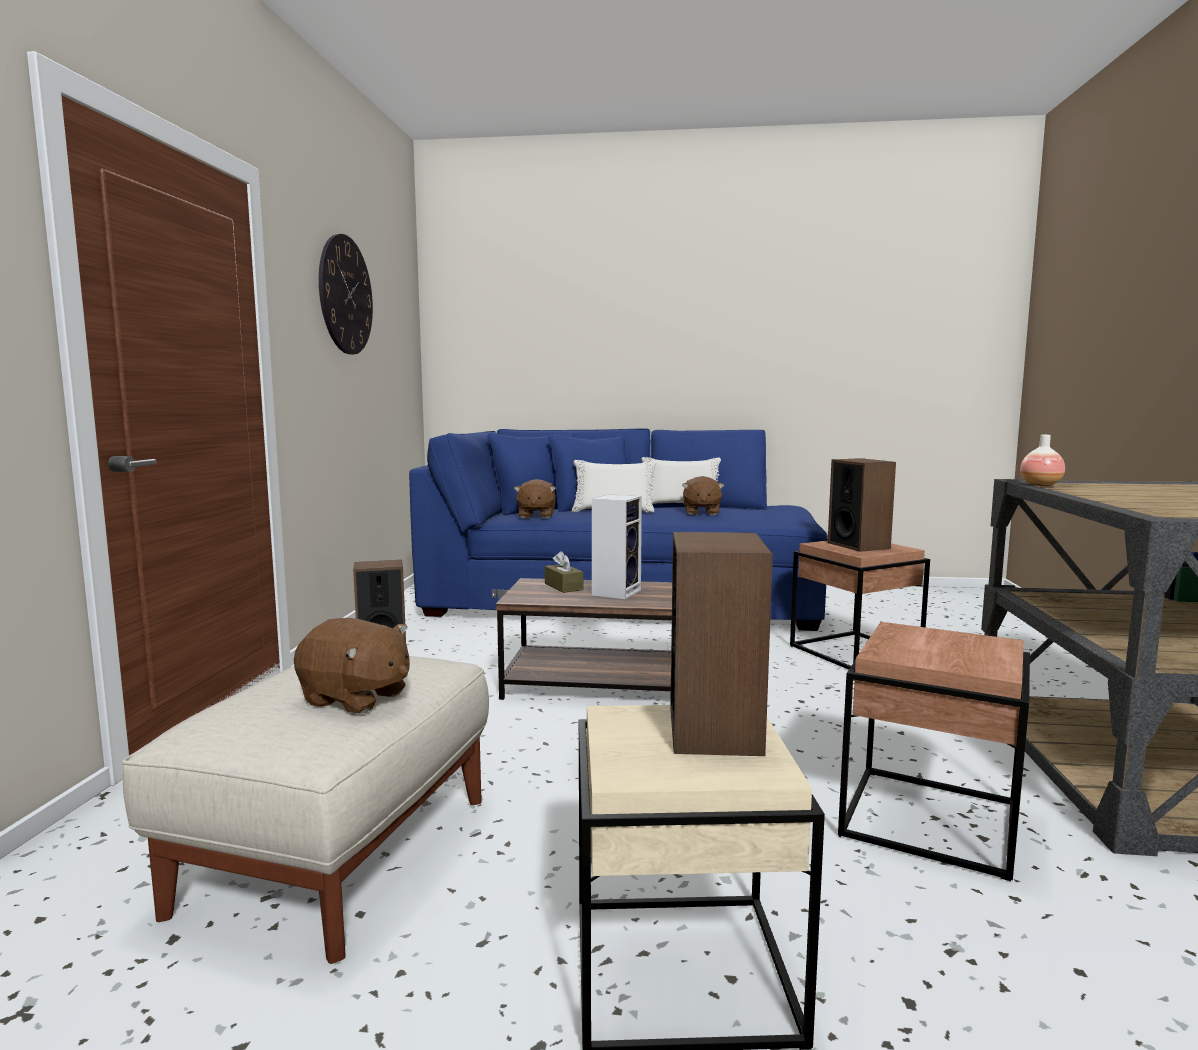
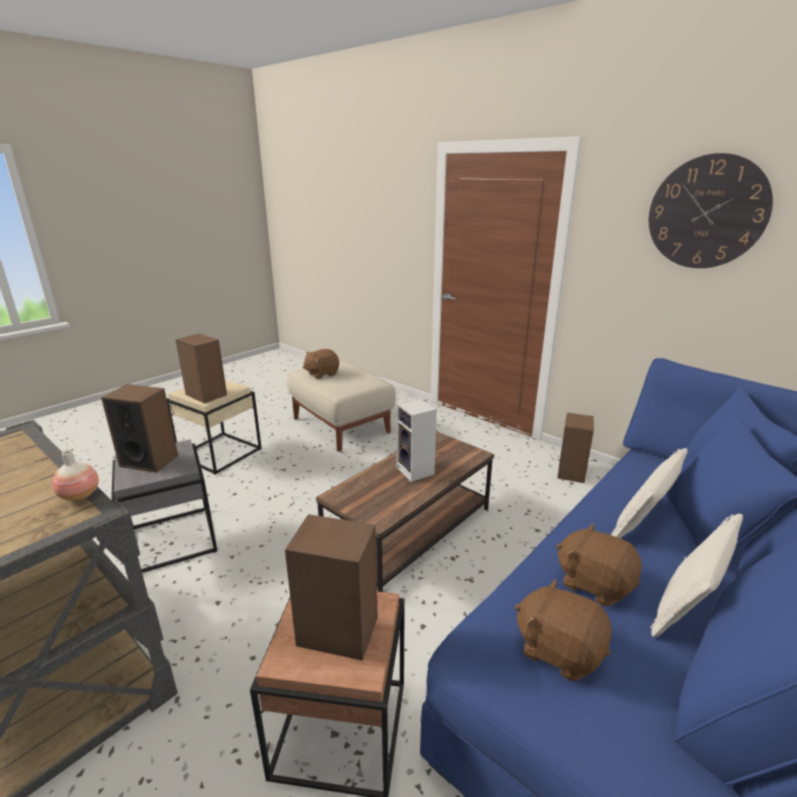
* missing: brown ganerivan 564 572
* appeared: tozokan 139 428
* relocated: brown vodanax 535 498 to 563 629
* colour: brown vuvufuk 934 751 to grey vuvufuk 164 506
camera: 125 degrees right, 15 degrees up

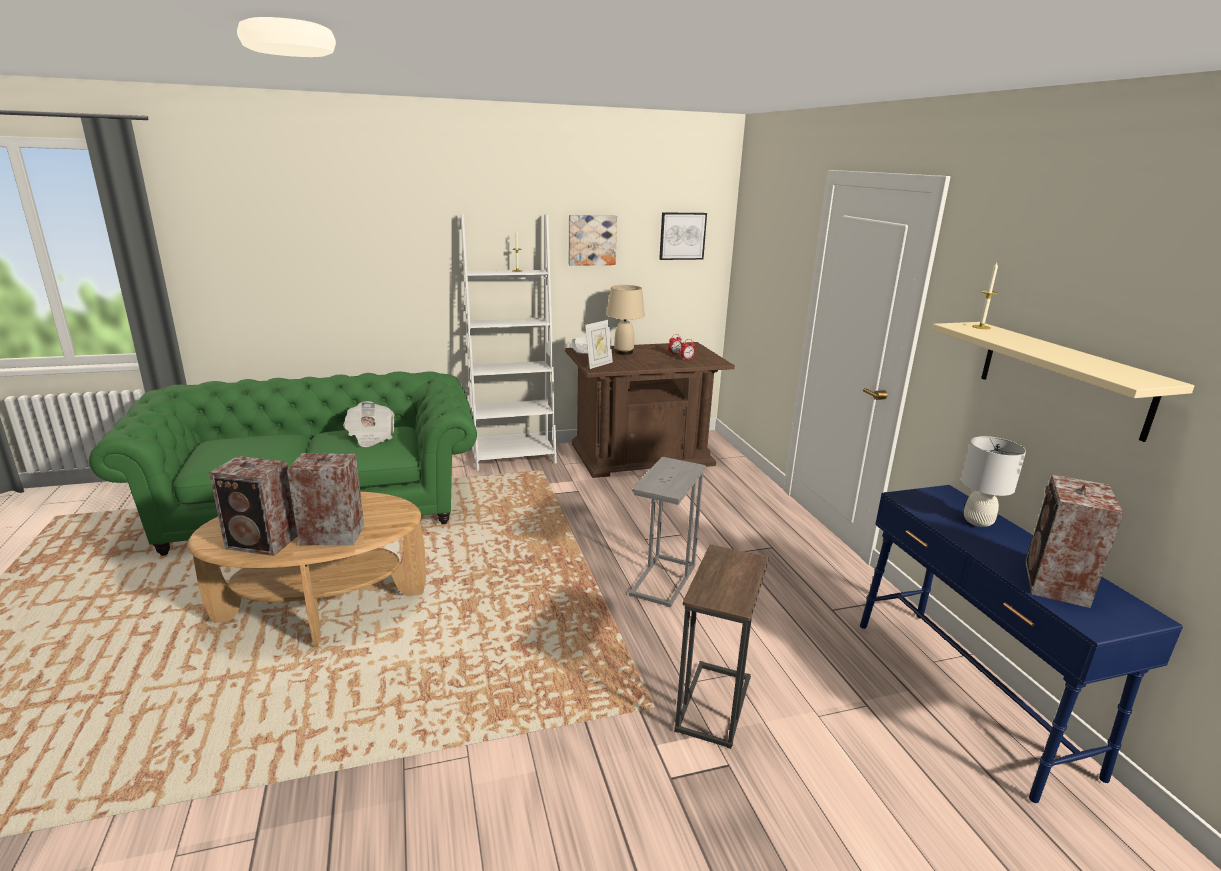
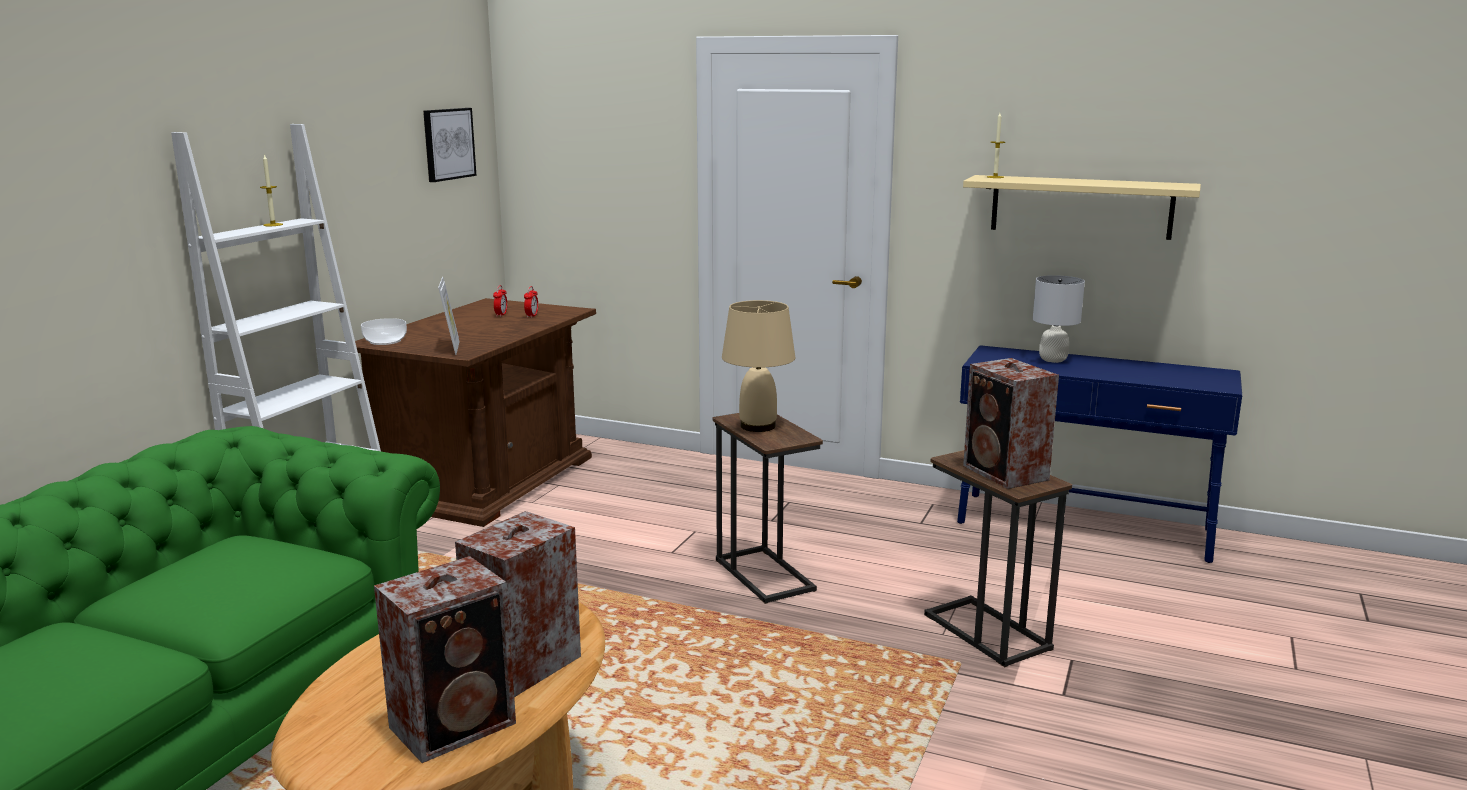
* missing: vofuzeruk 369 424
* missing: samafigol 593 240
* relocated: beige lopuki 625 320 to 758 366
* relocated: tozokan 1074 541 to 1011 423
* colour: grey vuvufuk 667 532 to brown vuvufuk 768 508
camera: 50 degrees left, 5 degrees down

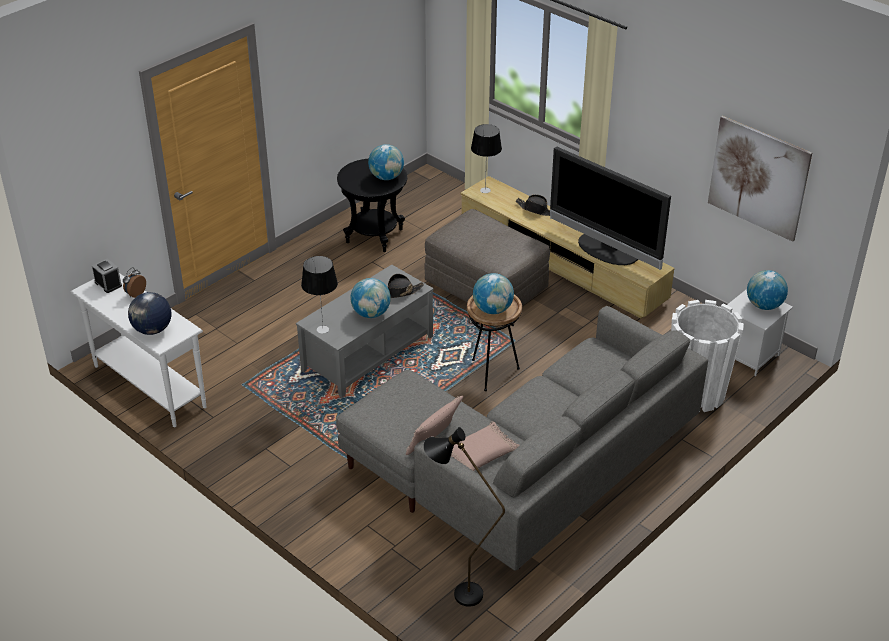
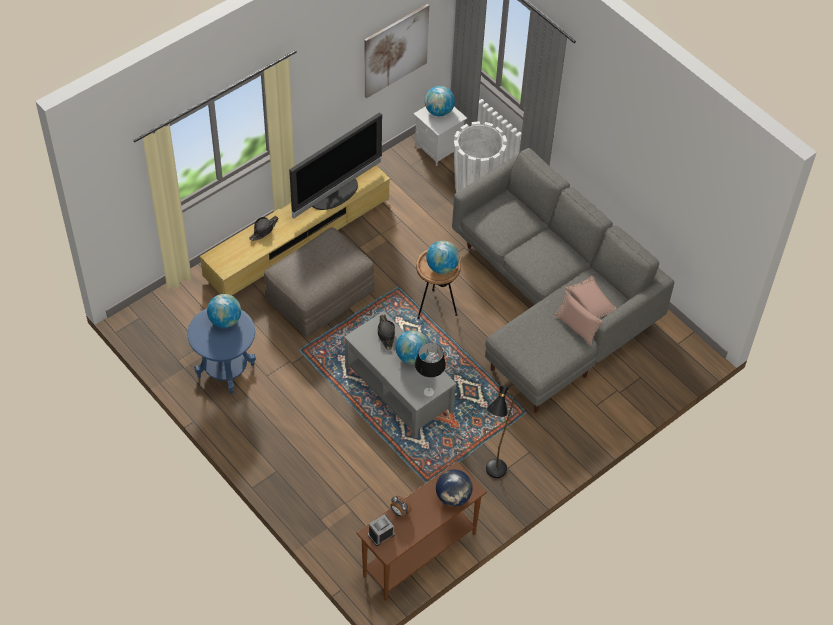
* missing: lopuki 486 158
* relocated: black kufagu 464 517 to 500 431
* colour: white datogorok 139 350 to brown datogorok 421 531
* colour: black vuvufuk 372 205 to blue vuvufuk 221 351
camera: 85 degrees left, 15 degrees up

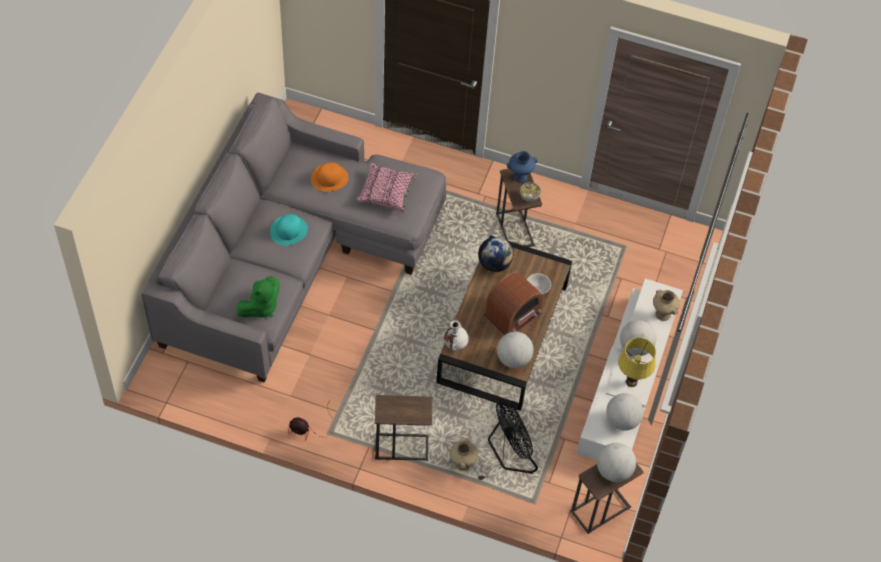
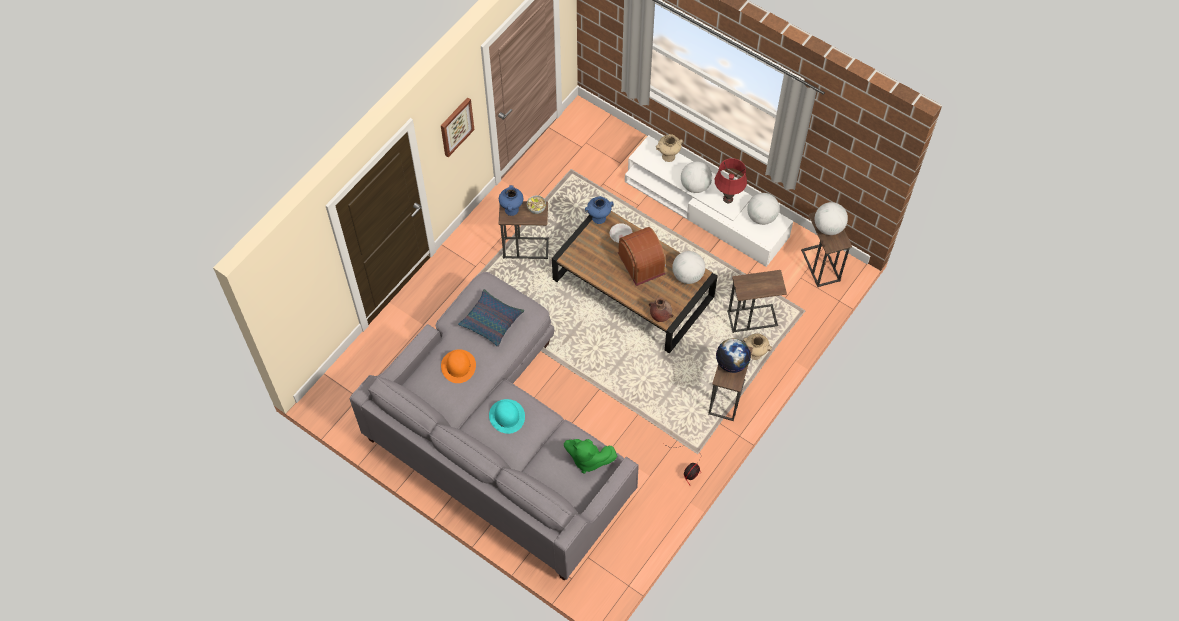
* appeared: samafigol 457 127
* appeared: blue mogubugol 599 210
* relocated: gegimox 495 254 to 733 355
* exchanged: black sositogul 508 439 to brown vuvufuk 757 301
* colour: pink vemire 387 187 to blue vemire 491 318
* colour: white mogubugol 456 335 to brown mogubugol 661 309
* colour: yellow lopuki 637 362 to red lopuki 731 180
* spun: green vodanax 258 297 = 590 456 135 degrees clockwise
camera: 70 degrees left, 5 degrees up

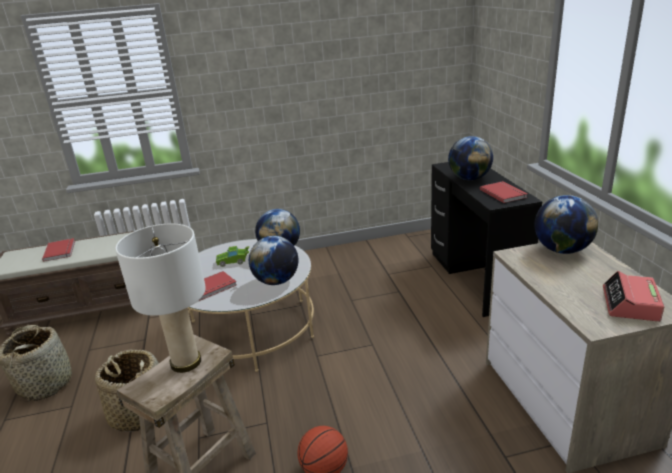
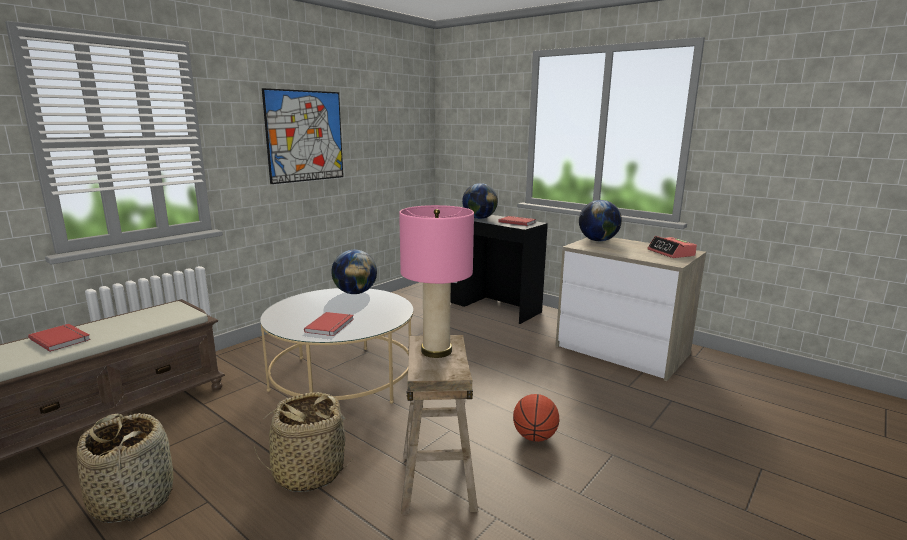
* missing: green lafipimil 232 256
* missing: gegimox 274 260
* appeared: samafigol 302 136
* colour: white lopuki 160 298 to pink lopuki 436 281
camera: 40 degrees left, 10 degrees down

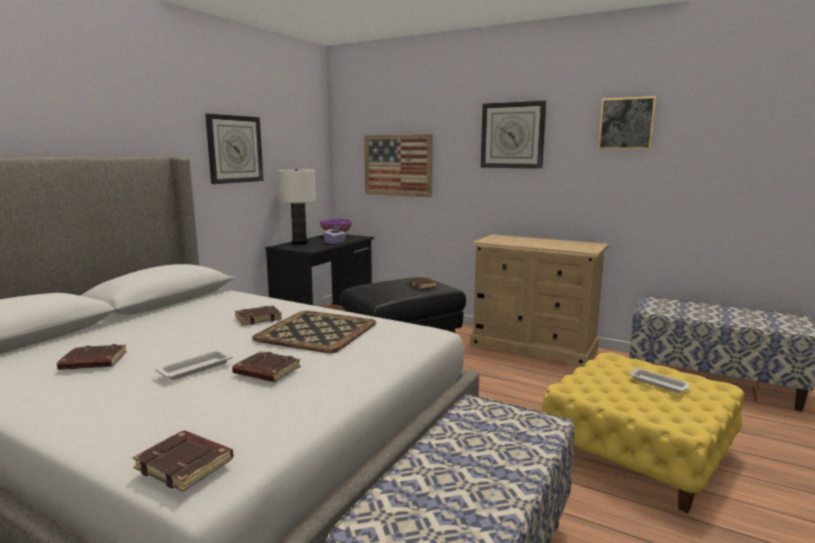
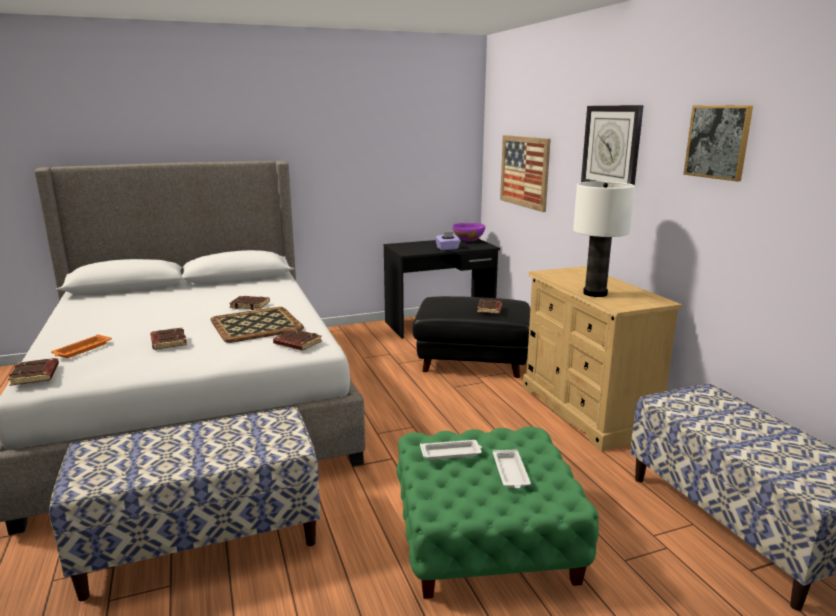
* missing: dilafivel 234 148
* appeared: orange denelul 81 346
* relocated: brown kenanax 92 357 to 297 340
* relocated: white denelul 194 365 to 451 450
* relocated: white lopuki 297 207 to 604 239
* colour: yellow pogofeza 643 432 to green pogofeza 497 512
camera: 40 degrees right, 5 degrees up

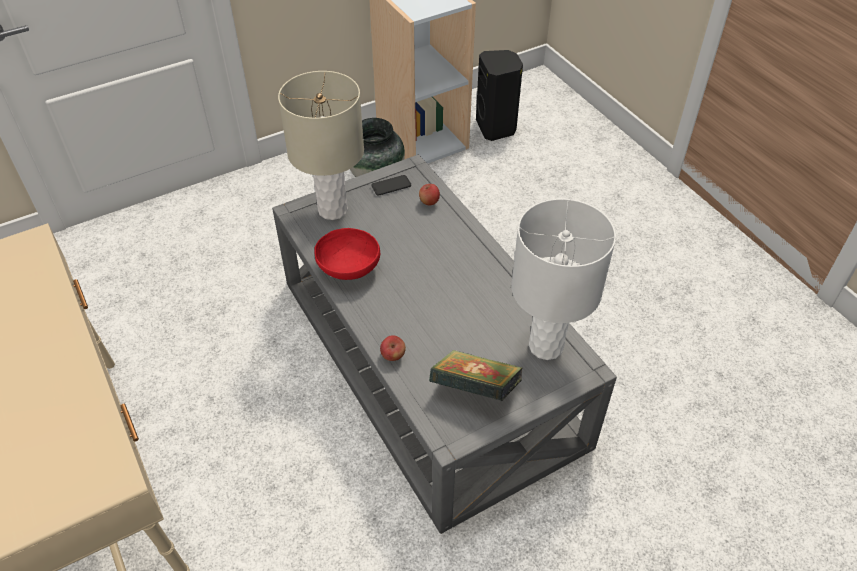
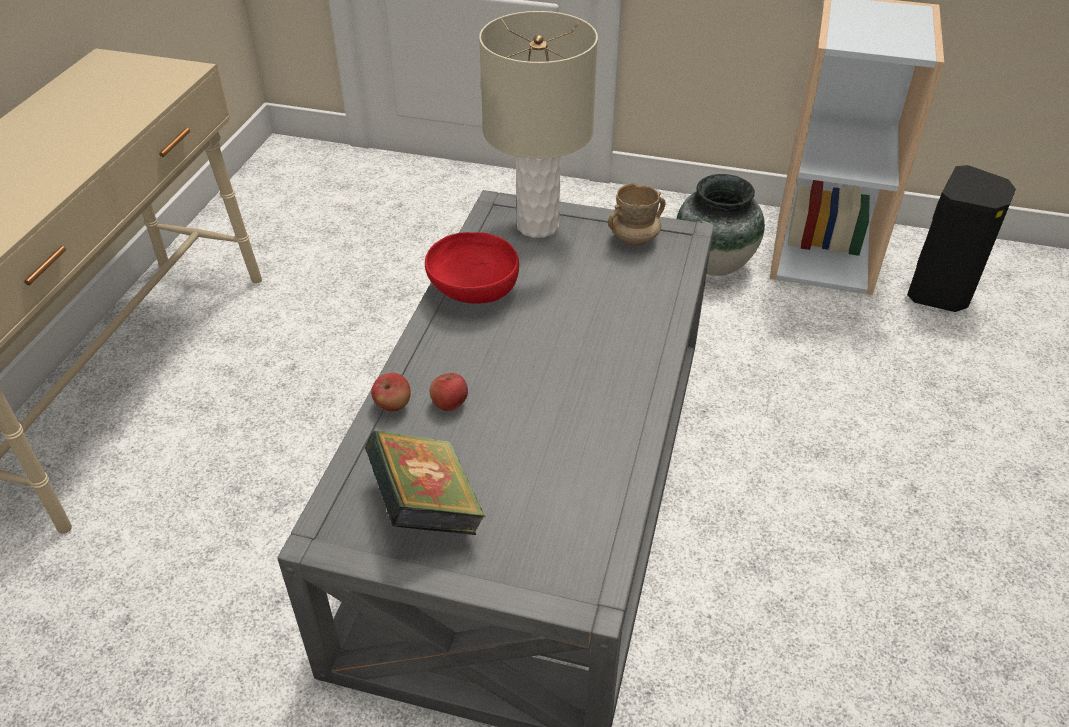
* missing: white lopuki 563 279
* relocated: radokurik 429 194 to 449 392
* exchanged: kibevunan 391 185 to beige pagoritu 637 214
camera: 45 degrees right, 5 degrees down

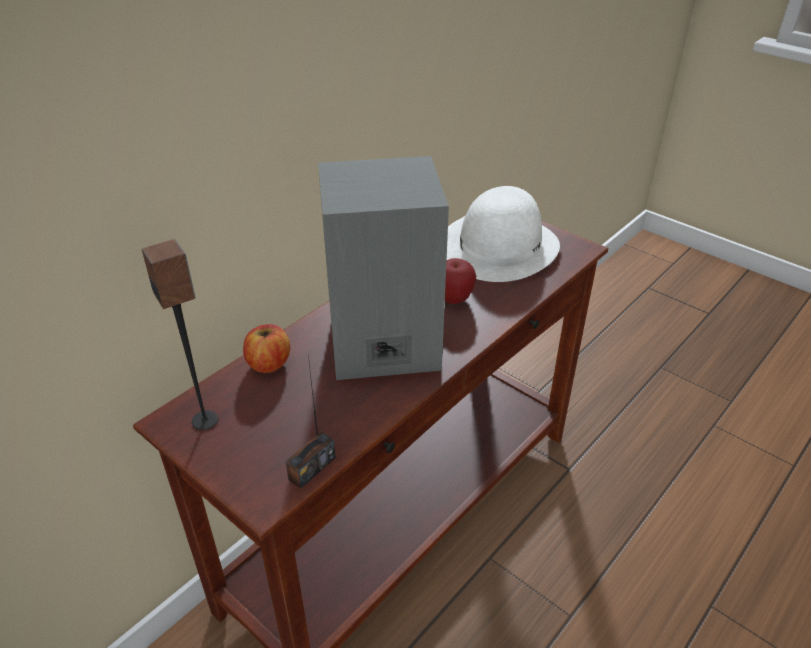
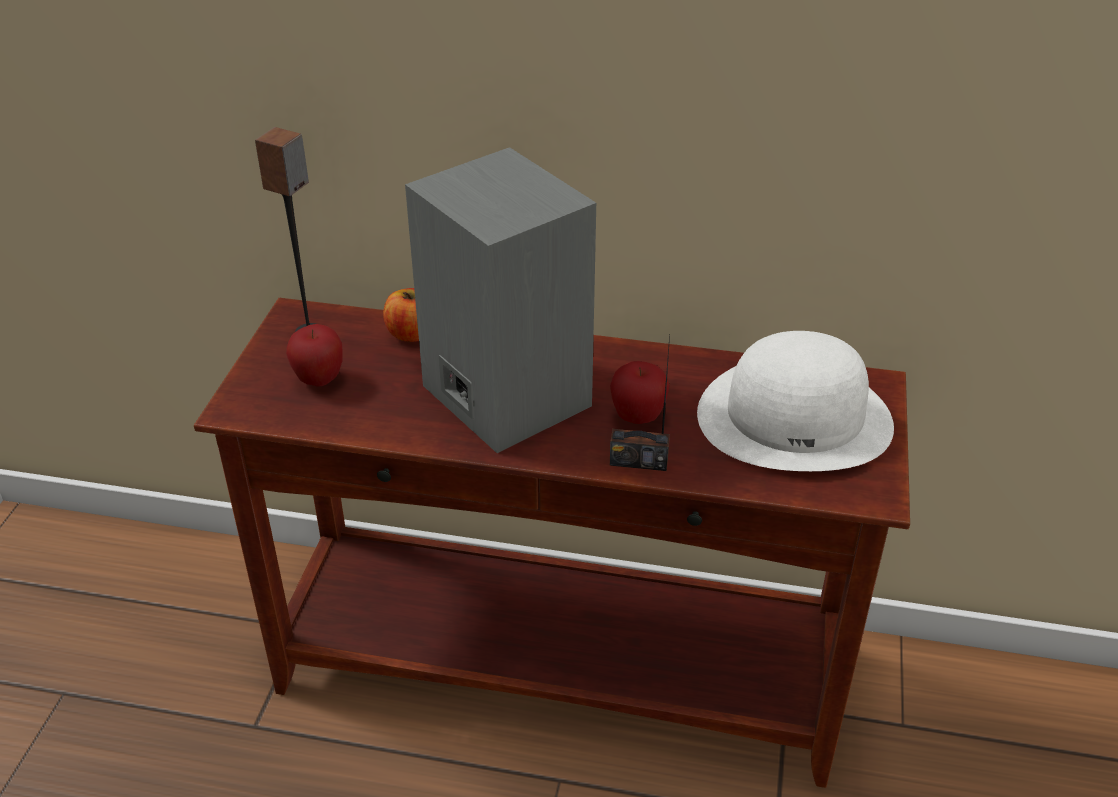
* appeared: radokurik 314 355
* relocated: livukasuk 310 422 to 640 402
camera: 60 degrees right, 0 degrees up

